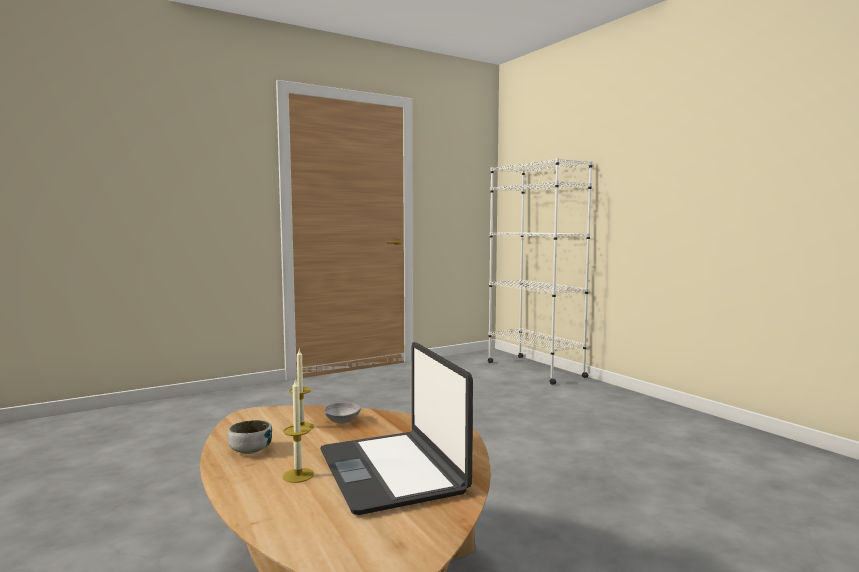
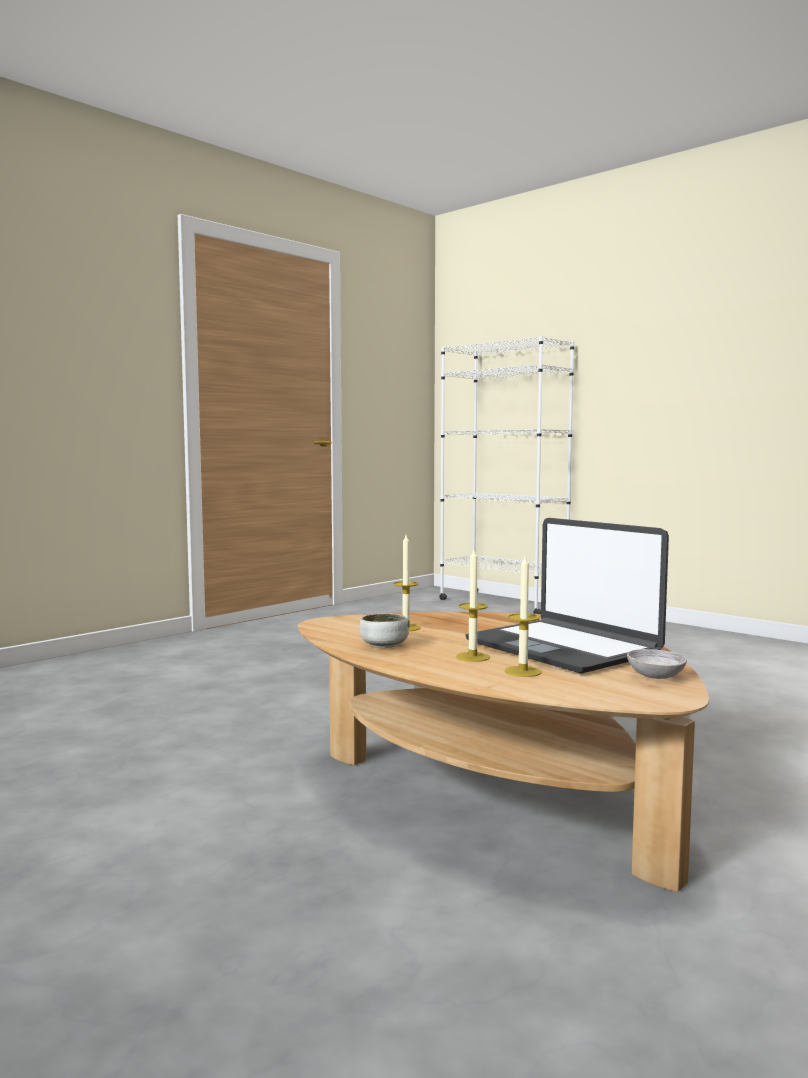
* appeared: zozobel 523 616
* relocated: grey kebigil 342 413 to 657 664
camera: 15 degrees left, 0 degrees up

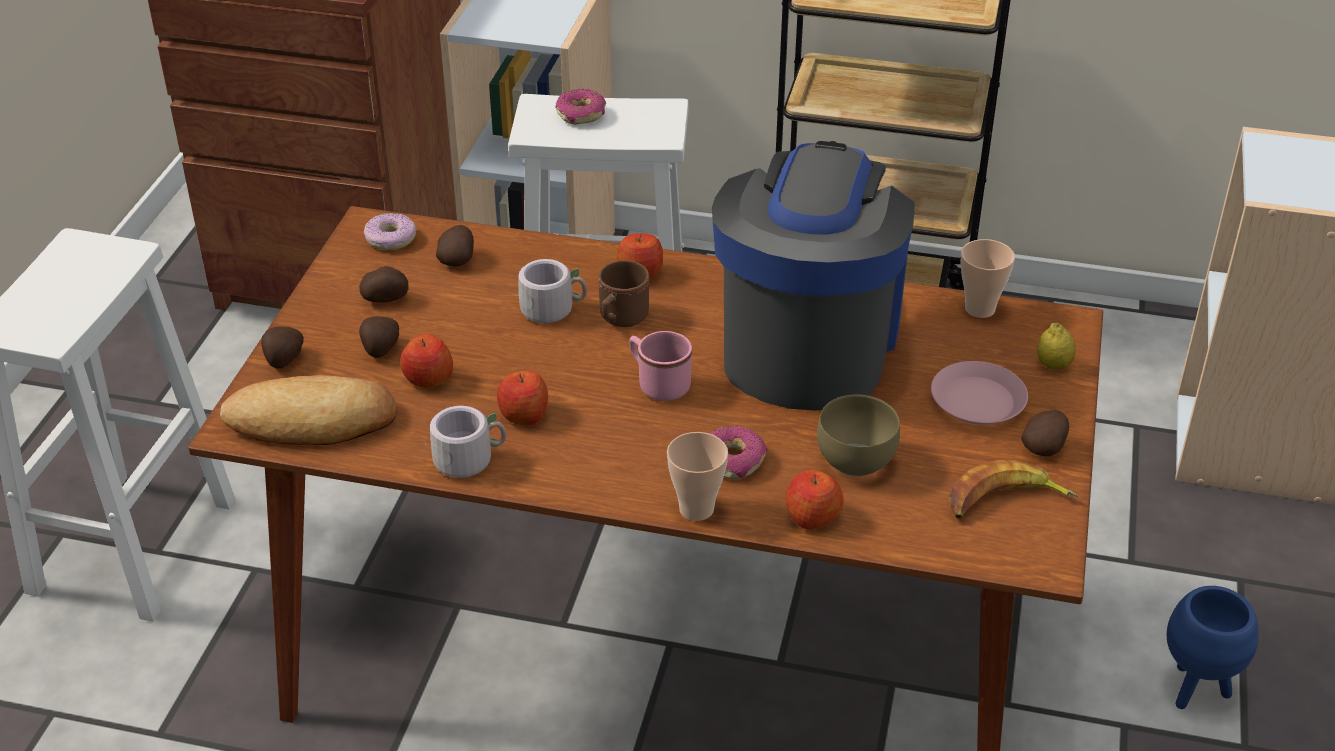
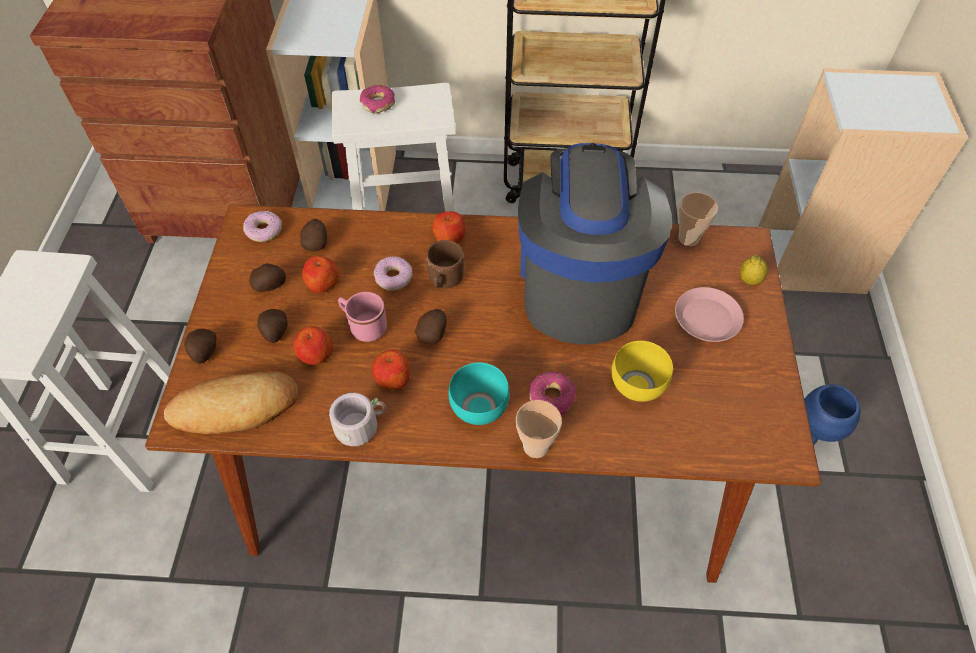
* missing: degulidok 1013 489
* appeared: turquoise kebigil 479 393
* relocated: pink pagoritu 660 366 to 362 317
* relocated: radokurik 815 499 to 321 275
* relocated: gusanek 1045 432 to 431 326
* exchanged: grey pagoritu 552 291 to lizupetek 393 273
* colour: brown kebigil 858 435 to yellow kebigil 642 371
camera: 10 degrees left, 15 degrees up

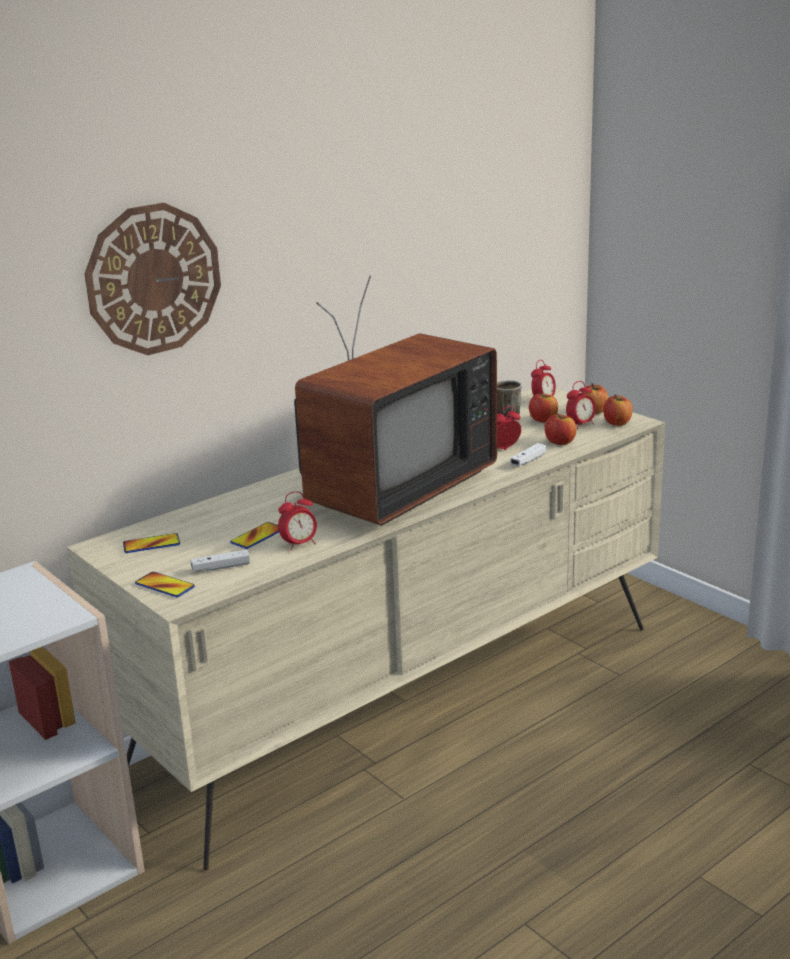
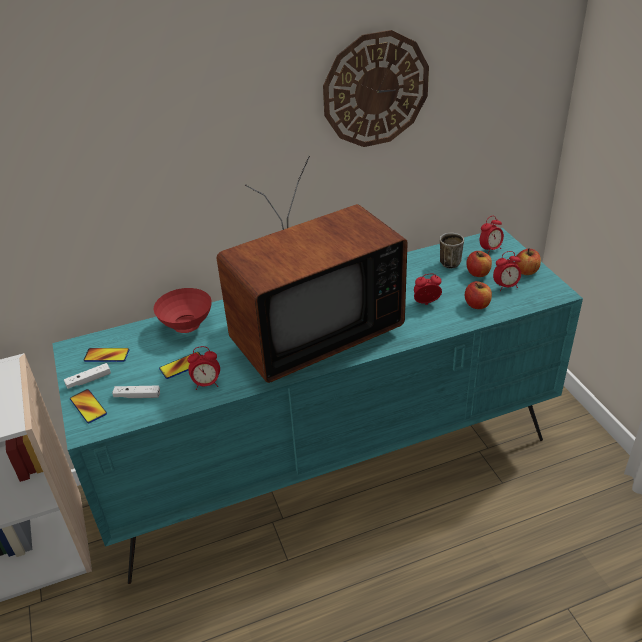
* missing: radokurik 618 410
* appeared: red kebigil 183 310
* relocated: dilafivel 153 279 to 376 88
* relocated: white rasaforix 528 454 to 87 376
* colour: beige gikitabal 366 630 to turquoise gikitabal 317 406
camera: 20 degrees right, 15 degrees up

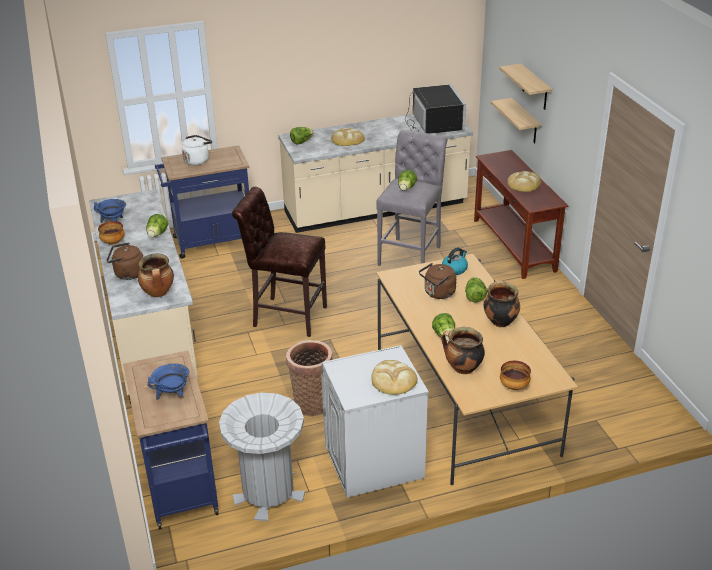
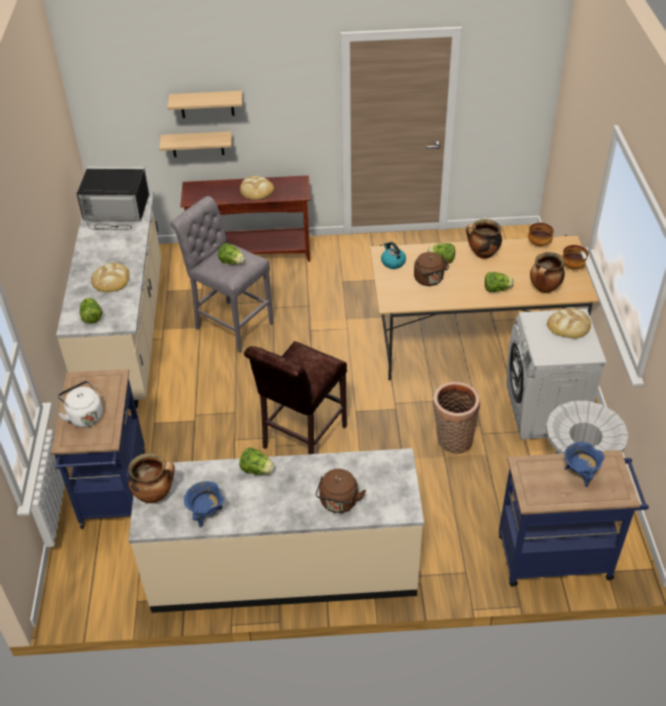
* relocated: kebigil 111 233 to 541 234
* relocated: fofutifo 156 275 to 151 478
camera: 75 degrees left, 10 degrees up

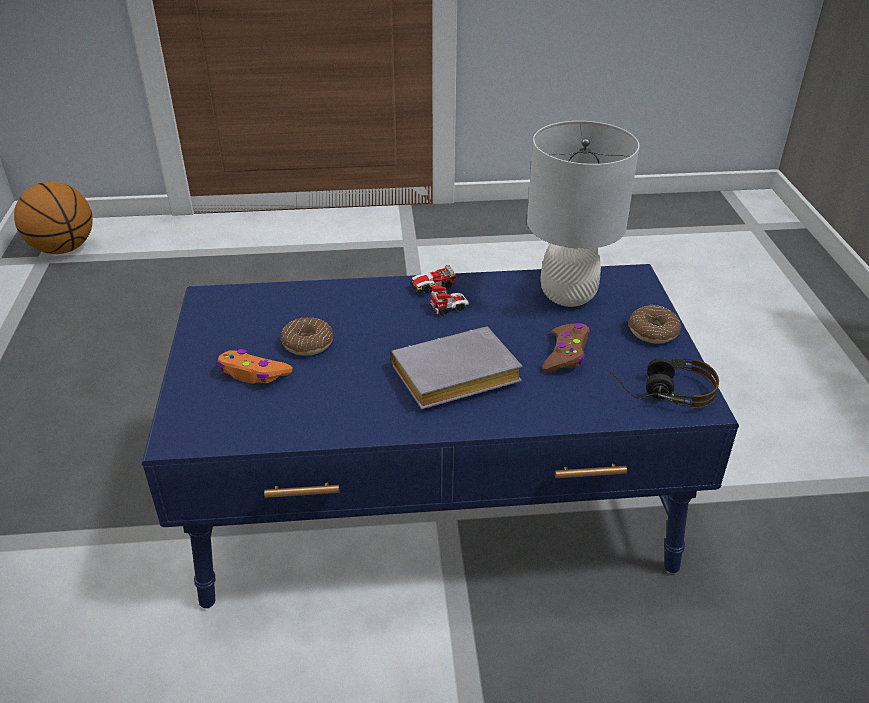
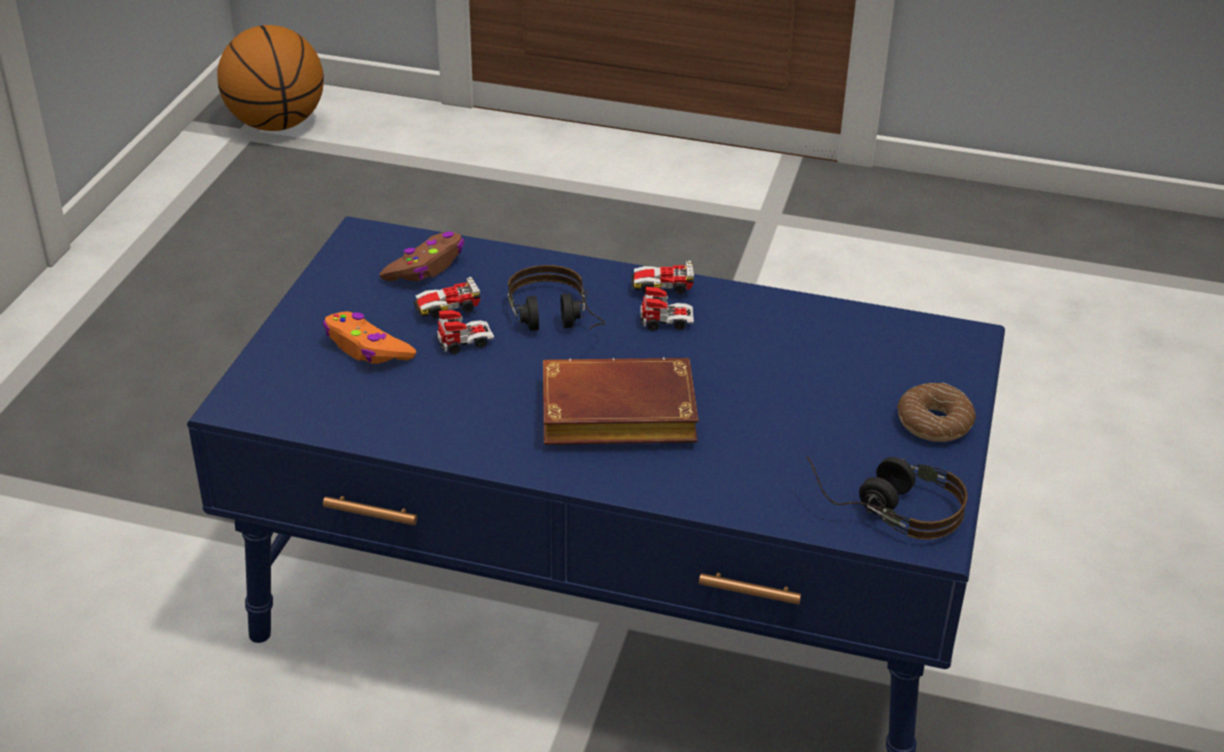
* missing: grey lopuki 583 214
* appeared: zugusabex 556 298
* relocated: brown rasaforix 566 347 to 421 256
* exchanged: lizupetek 307 336 to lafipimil 453 316
* colour: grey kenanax 457 367 to brown kenanax 621 401
camera: 20 degrees right, 0 degrees up

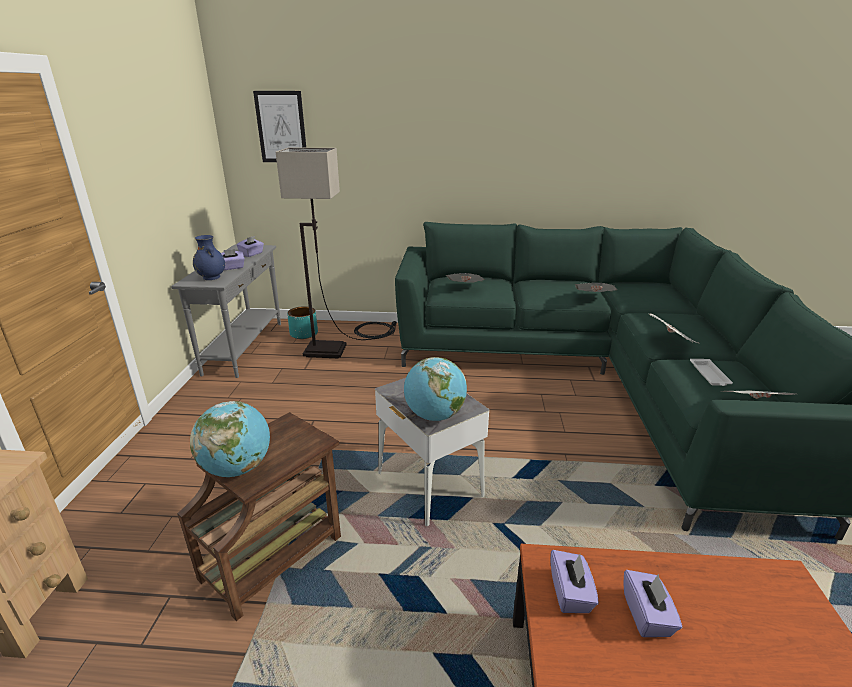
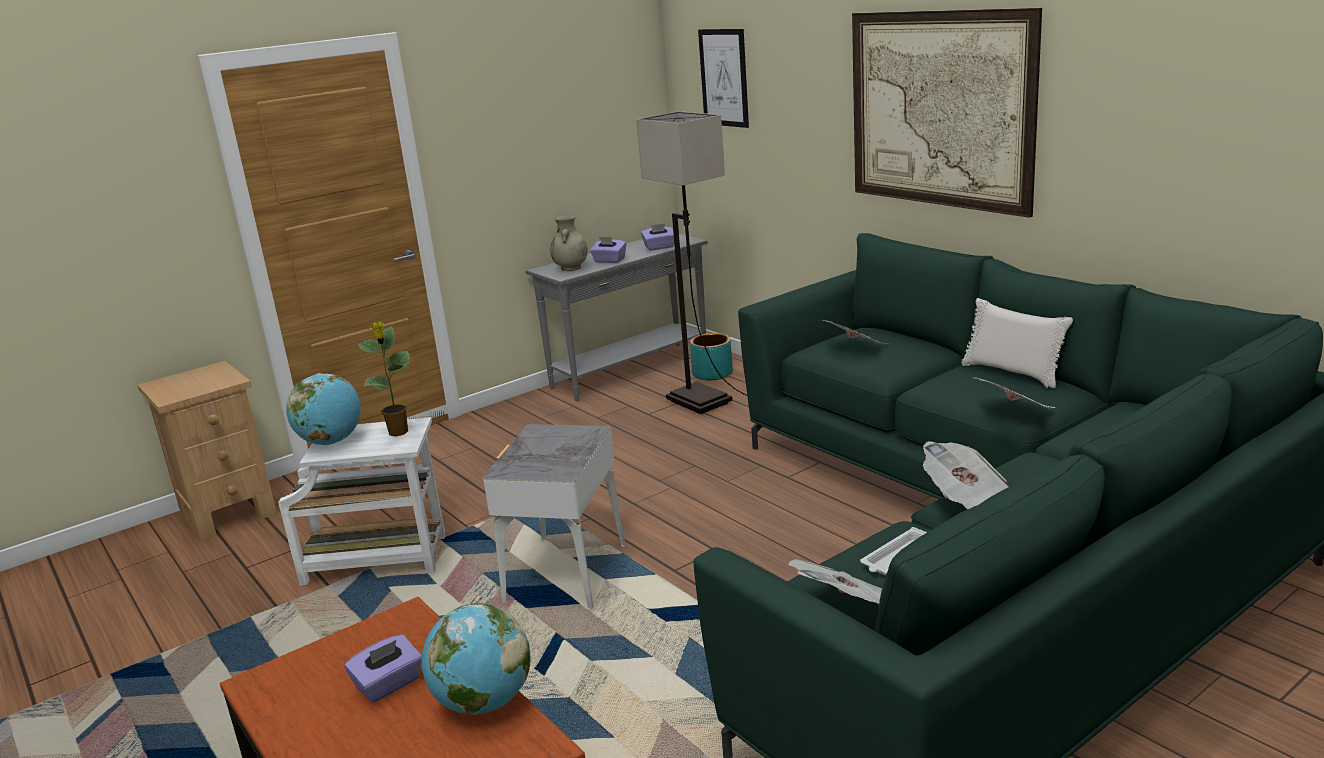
* missing: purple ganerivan 575 581
* appeared: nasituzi 384 378
* appeared: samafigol 947 113
* appeared: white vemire 1017 343
* relocated: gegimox 435 389 to 476 659
* colour: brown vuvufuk 259 516 to white vuvufuk 362 501
* colour: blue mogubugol 209 257 to beige mogubugol 569 243
camera: 50 degrees right, 5 degrees down

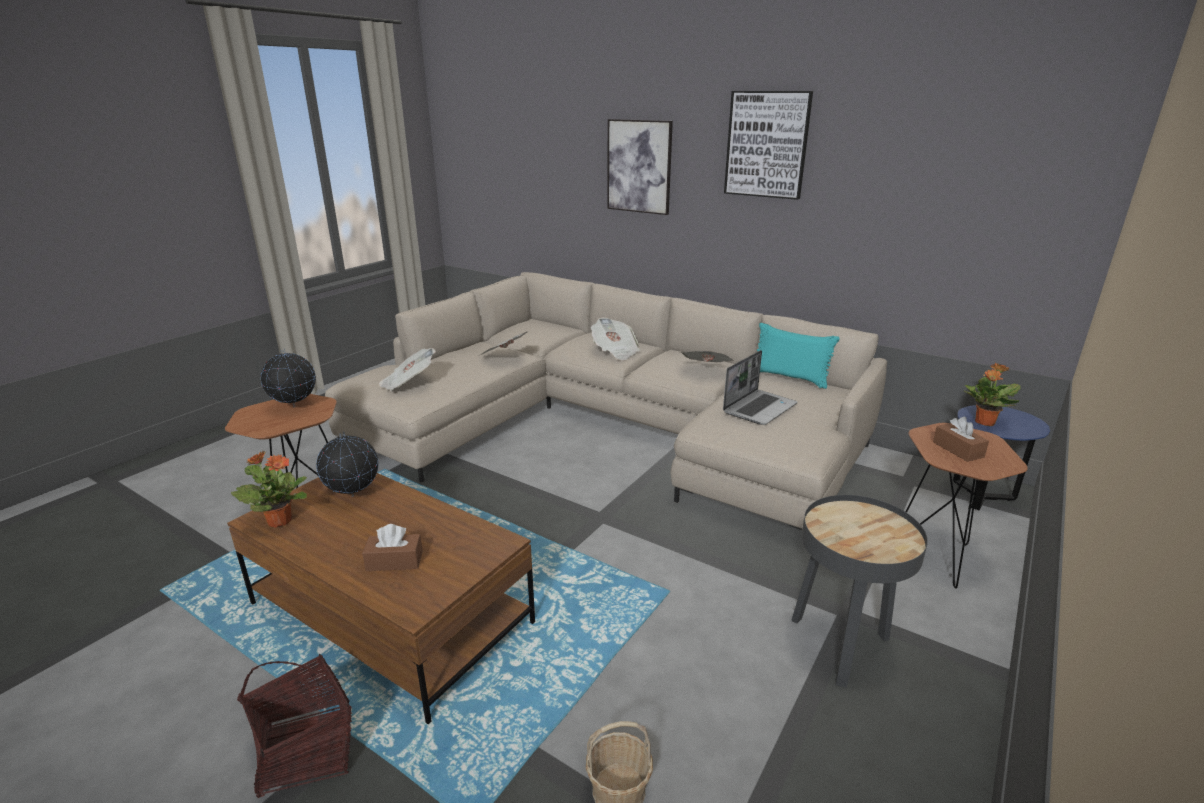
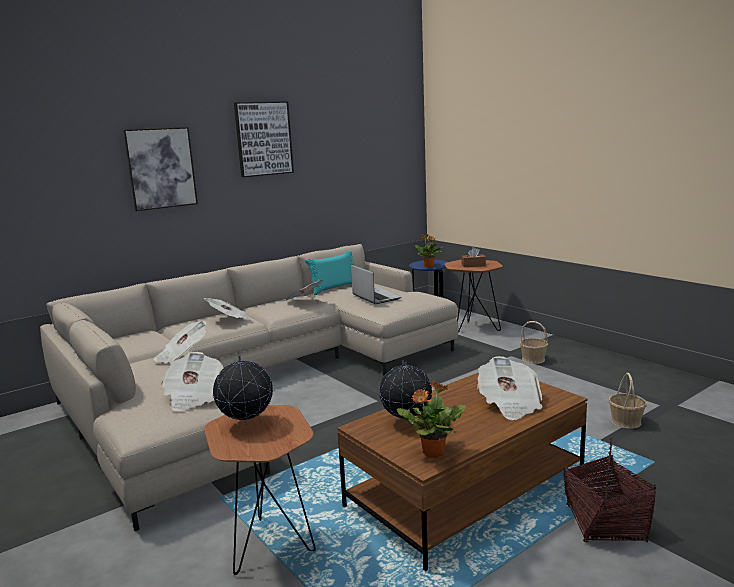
* exchanged: brown ganerivan 392 547 to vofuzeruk 510 388
* exchanged: black vuvufuk 859 591 to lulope 534 342
camera: 70 degrees left, 10 degrees down

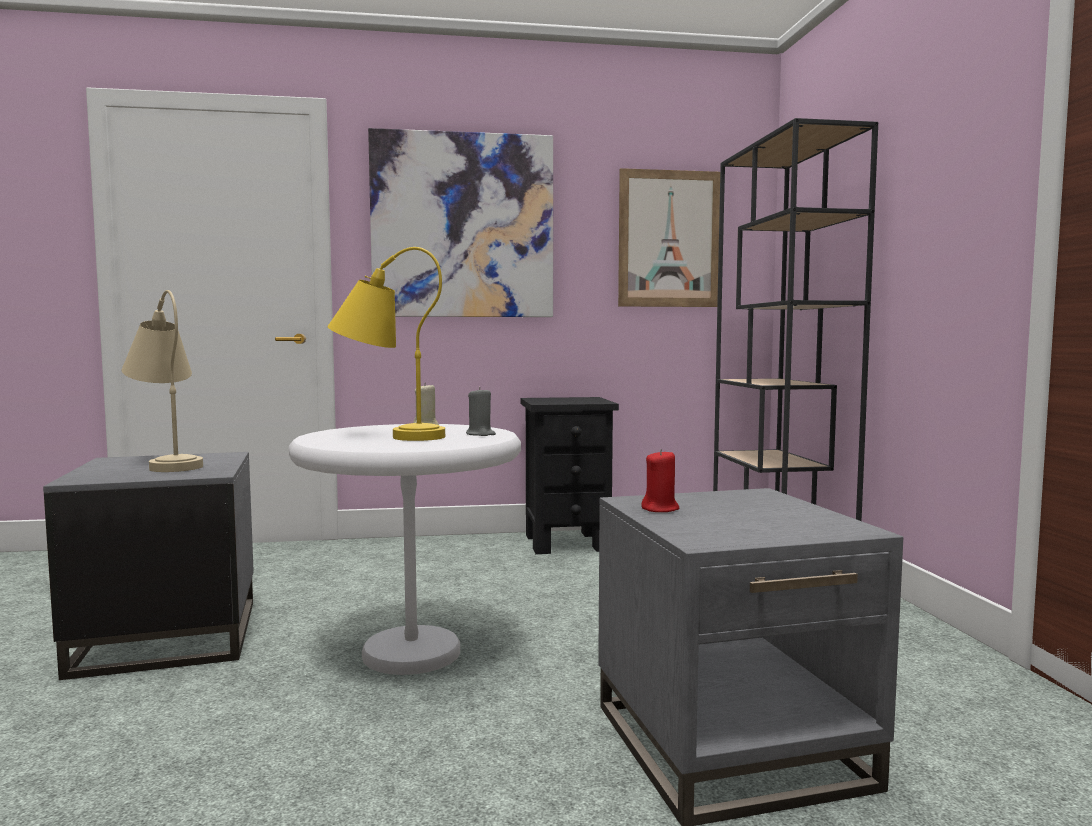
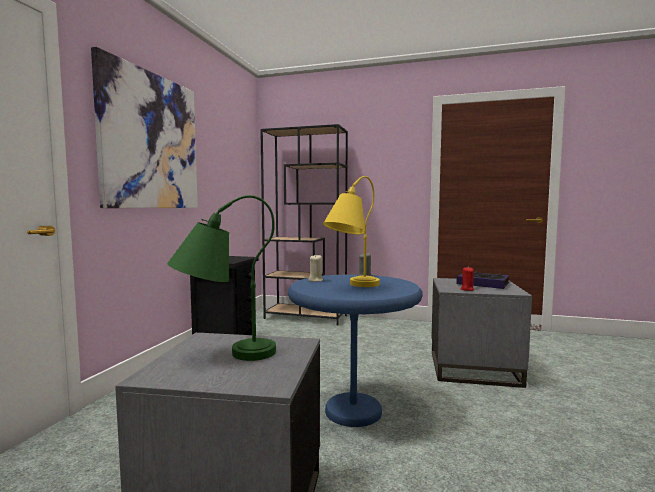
* missing: samafigol 669 237
* appeared: kenanax 483 280
* colour: beige lopuki 162 381 to green lopuki 221 278
* colour: white vuvufuk 405 549 to blue vuvufuk 355 350
camera: 65 degrees left, 0 degrees up

